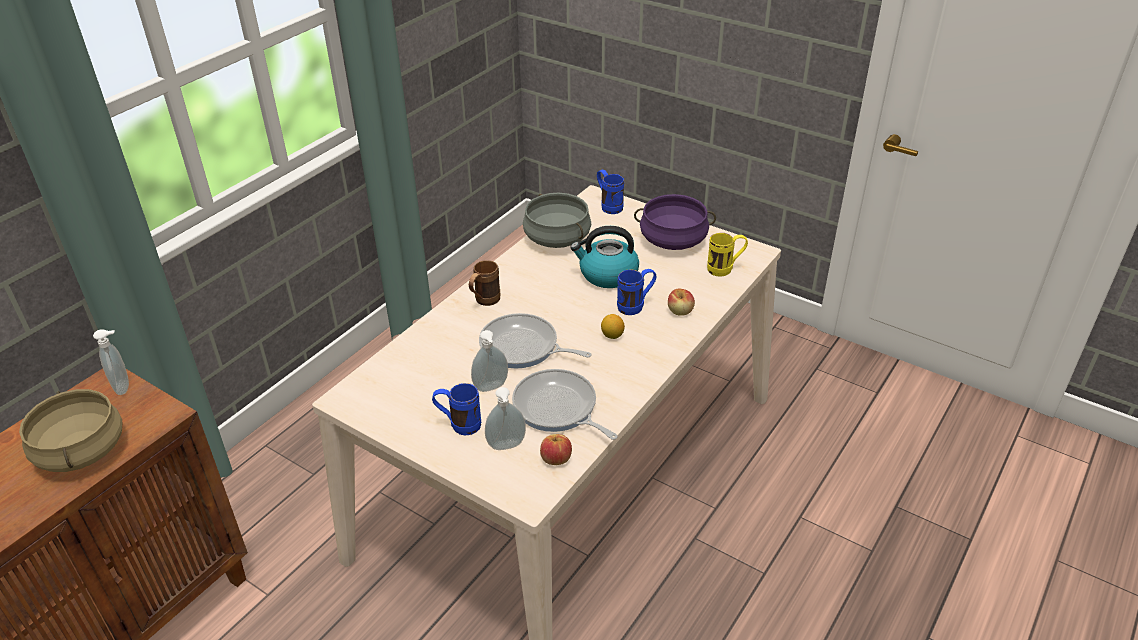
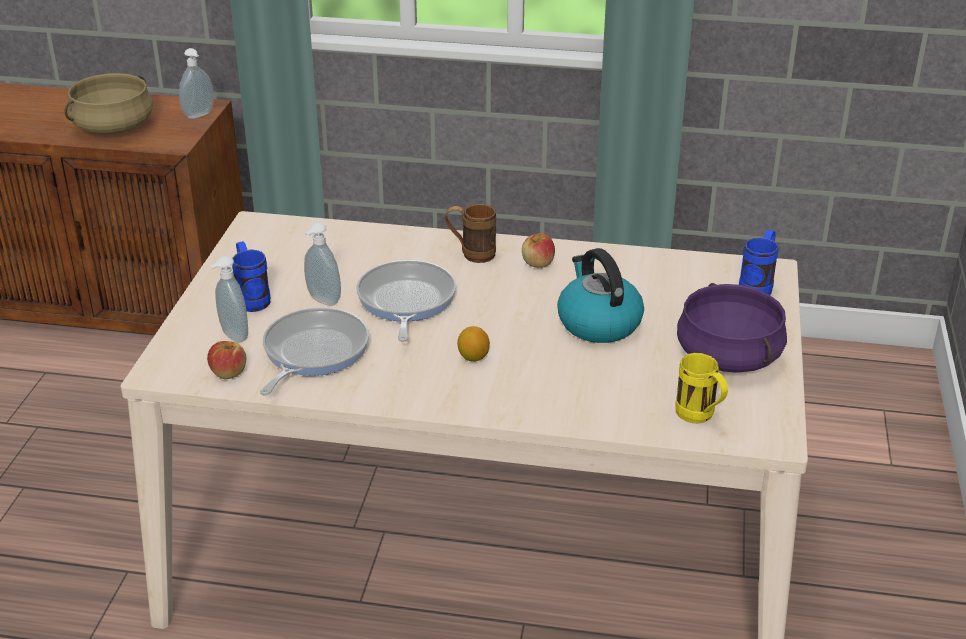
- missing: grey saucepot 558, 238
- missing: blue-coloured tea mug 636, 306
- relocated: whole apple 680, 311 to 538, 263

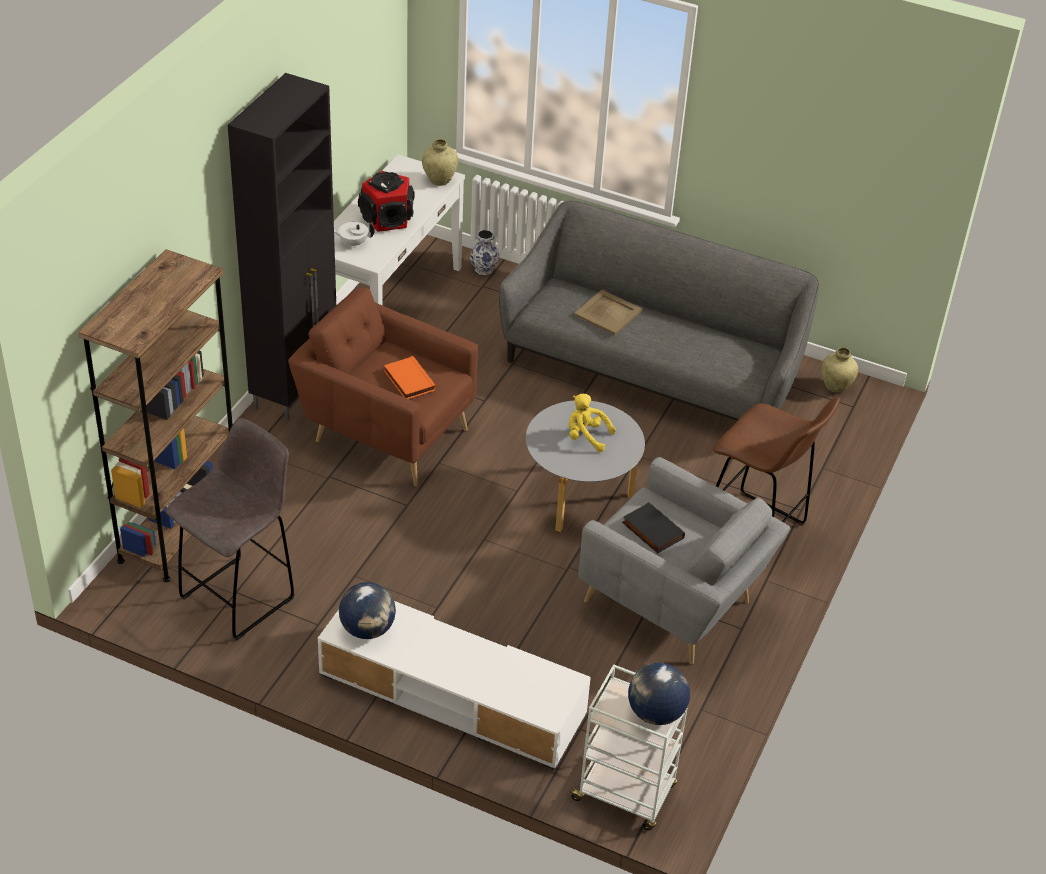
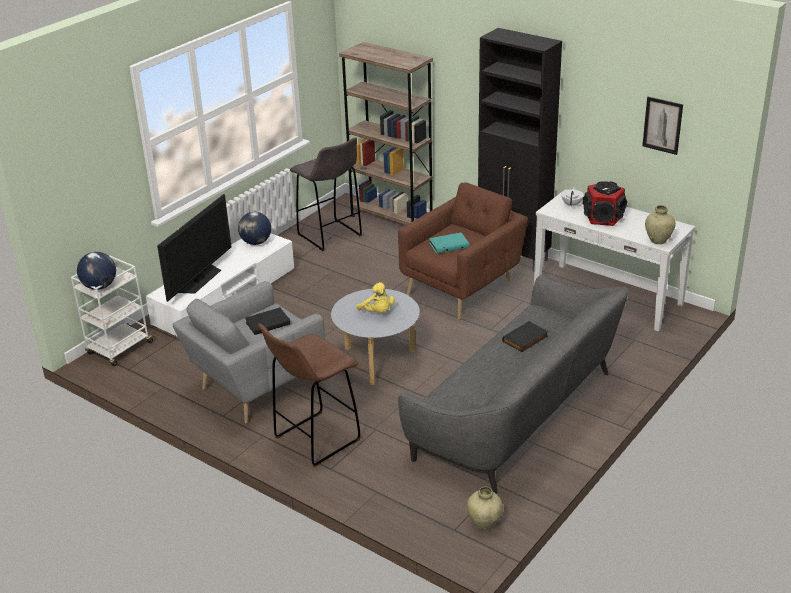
- colour: orangey book 408, 381 to turquoise-coloured book 448, 244
- missing: vase 484, 269
- spun: yellowish soft toy 586, 436 = 377, 312 105 degrees clockwise
- exchanged: sand-coloured serving tray 608, 312 to blackish book 525, 339
- appeared: television 199, 279
- appeared: wall picture 662, 125

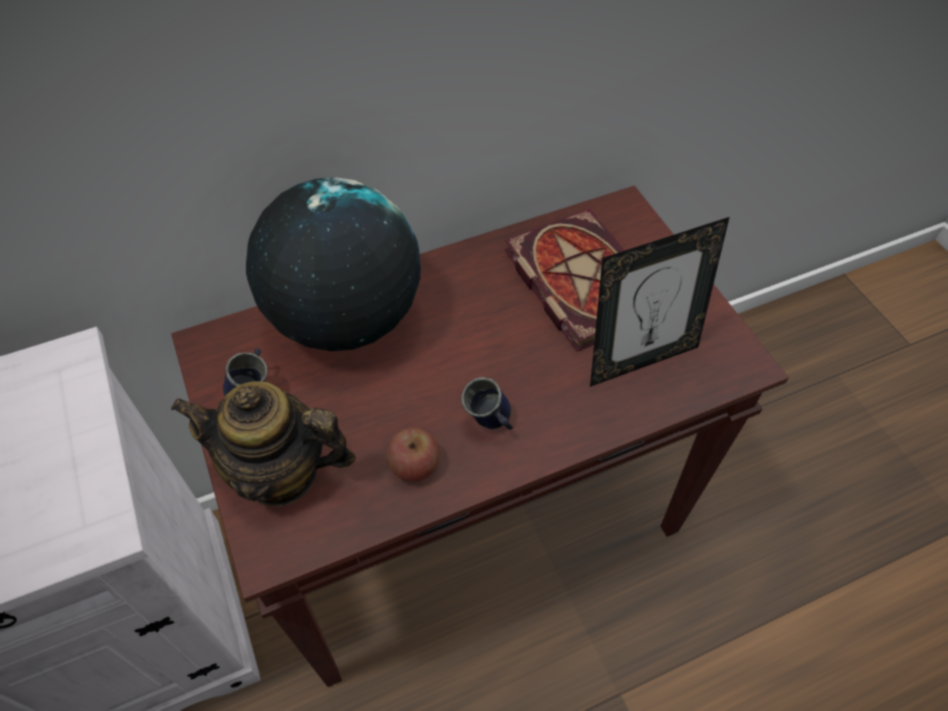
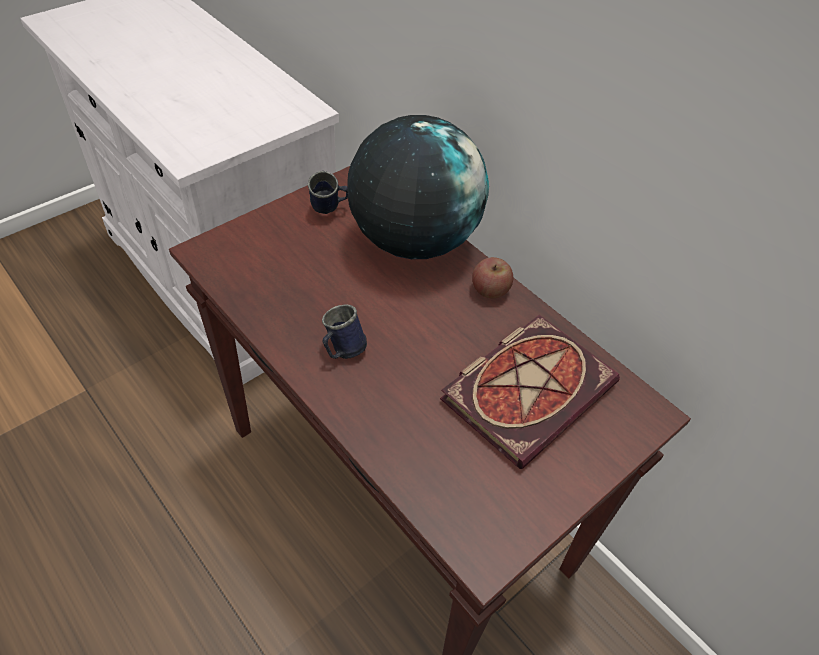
- missing: teapot 280, 473
- relocated: whole apple 414, 465 to 490, 290
- missing: photo frame 639, 358

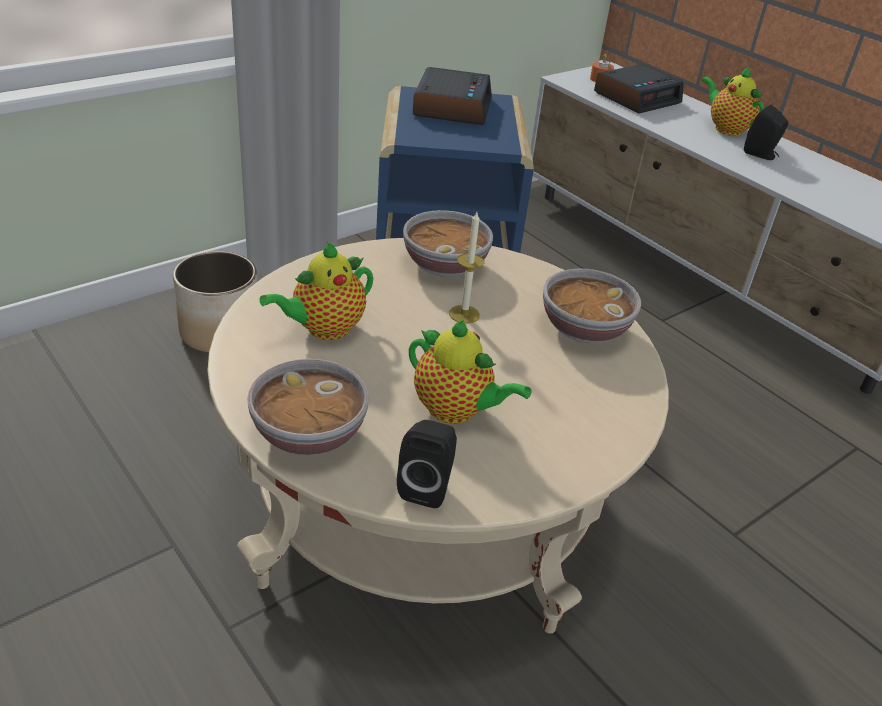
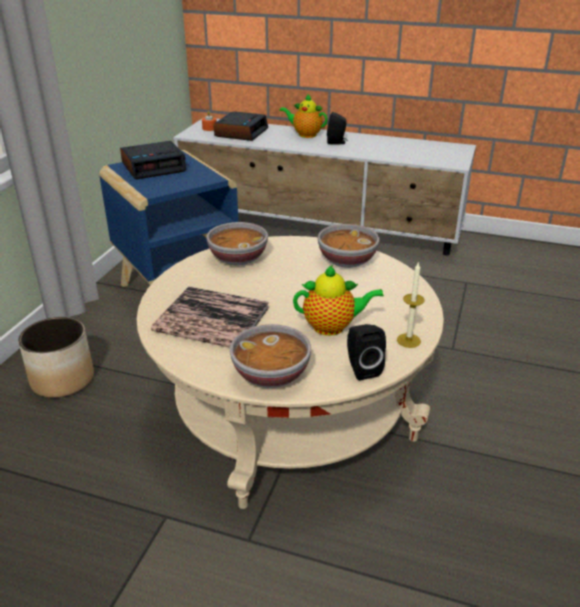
- exchanged: teapot 324, 329 to book 212, 319
- spun: table clock 451, 106 = 154, 167 90 degrees clockwise
- relocated: wax light 464, 314 to 408, 340

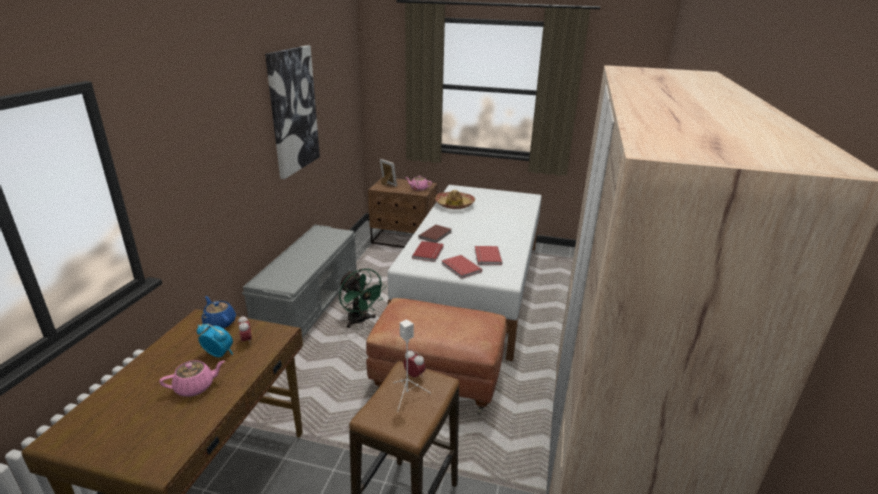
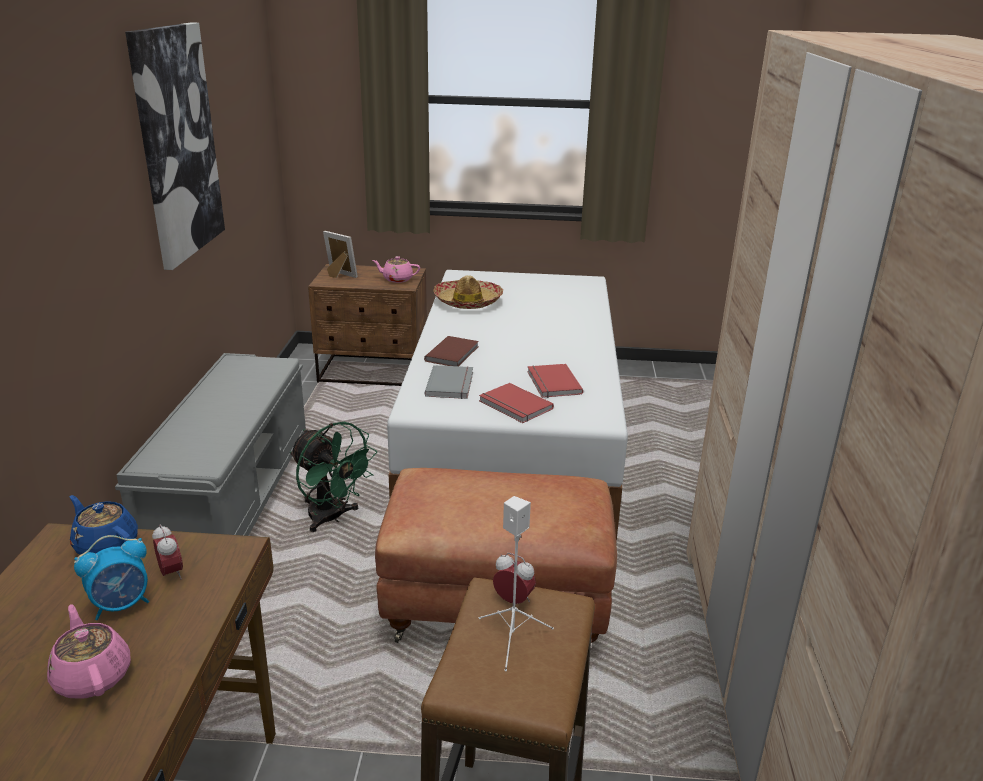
- spun: pinkish teapot 195, 387 = 92, 676 90 degrees counterclockwise
- spun: table clock 219, 354 = 122, 605 135 degrees clockwise
- colour: reddish book 429, 252 to grey book 451, 384

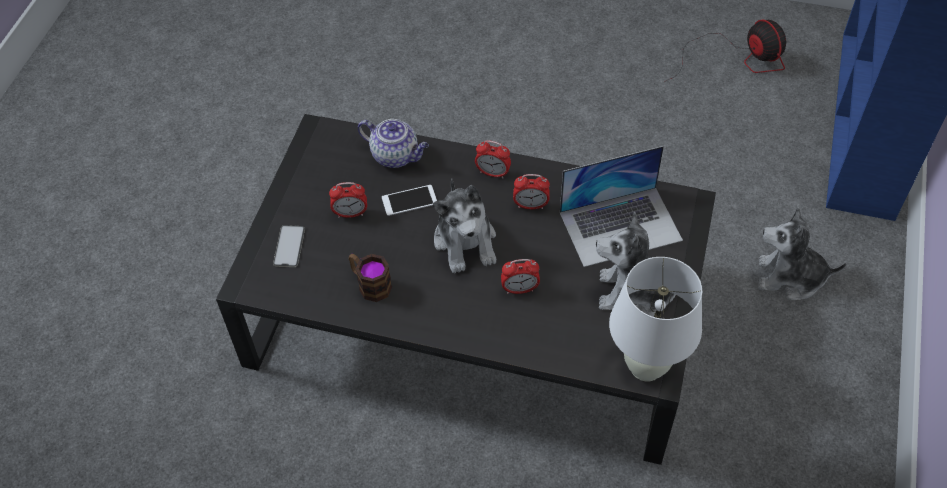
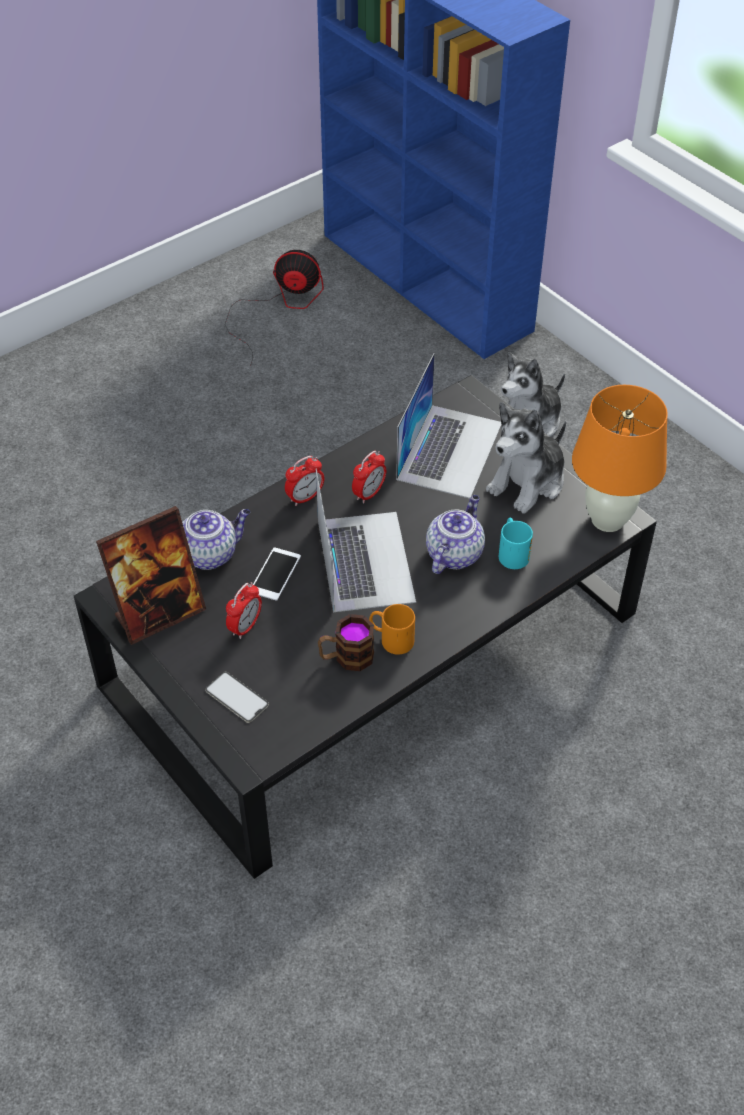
- exchanged: soft toy 466, 241 to laptop 365, 560
- exchanged: table clock 520, 289 to teapot 454, 553
- colour: whitish tabletop lamp 645, 368 to orangey tabletop lamp 607, 520
- appeared: photo frame 159, 614
- appeared: orangey tea mug 391, 639
- appeared: turquoise-coloured tea mug 511, 552

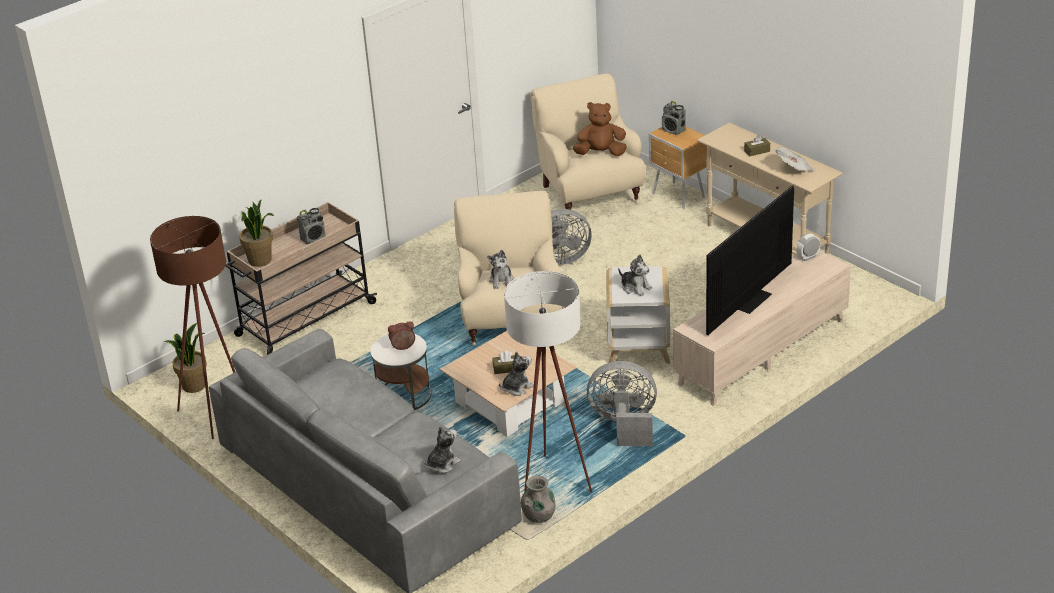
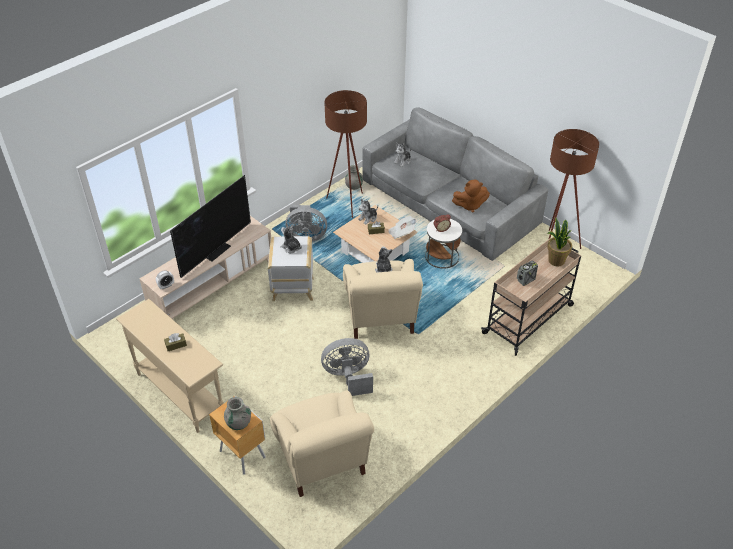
- missing: plant in a pot 194, 385
- colour: whitish standard lamp 552, 477 to brown-coloured standard lamp 347, 206
- relocated: brown-coloured soft toy 600, 153 to 470, 205
- exchanged: radio 673, 130 to grey vase 238, 423
- relocated: daily paper 794, 169 to 402, 232

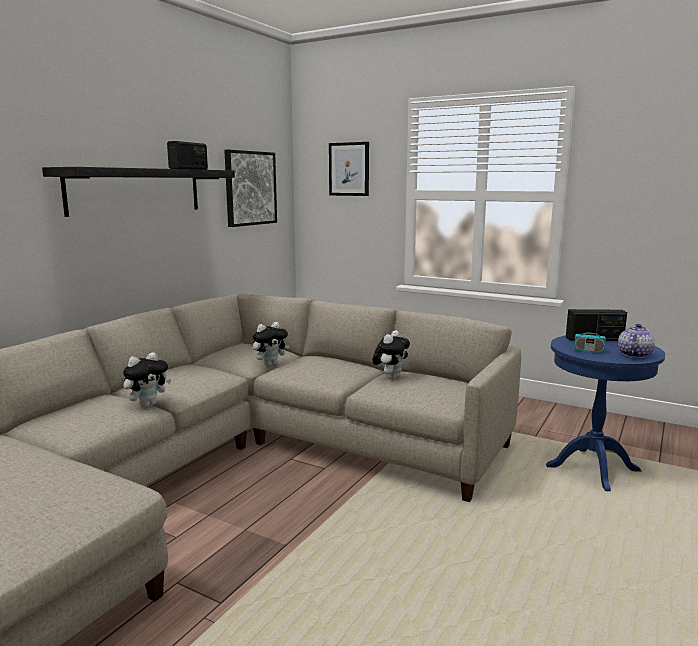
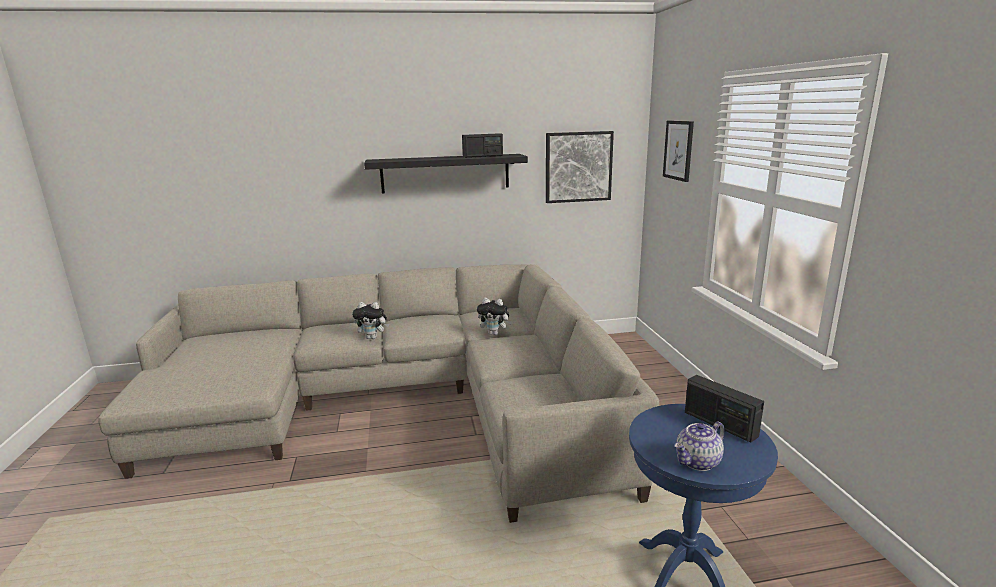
- missing: soft toy 390, 377
- missing: radio 588, 350
- spun: teapot 634, 354 = 698, 462 150 degrees clockwise

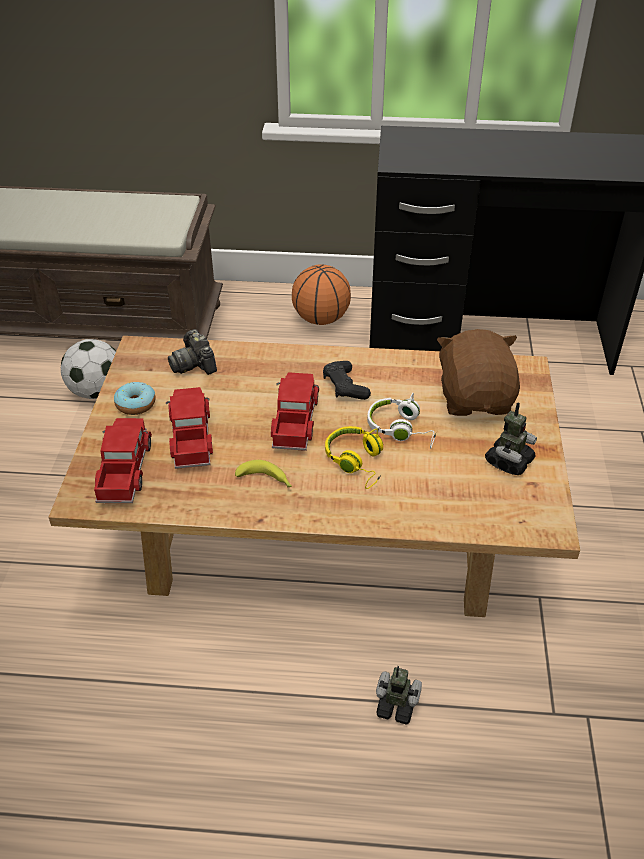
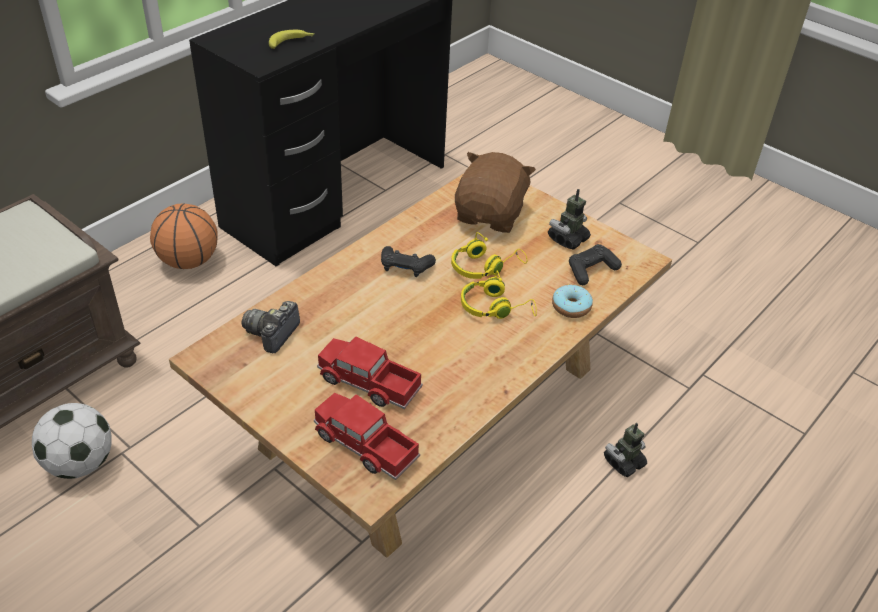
- relocated: donut 136, 404 to 571, 307
- spun: photo camera 194, 364 = 273, 333 105 degrees clockwise
- relocated: whole banana 266, 480 to 291, 43
- missing: toy truck 295, 421
- colour: whitish headphones 401, 429 to yellowish headphones 484, 266
- spun: brown-coloured soft toy 475, 398 = 490, 215 75 degrees clockwise
- spun: robot figure 508, 461 = 568, 239 120 degrees counterclockwise
- appeared: blackish gamepad 591, 270

